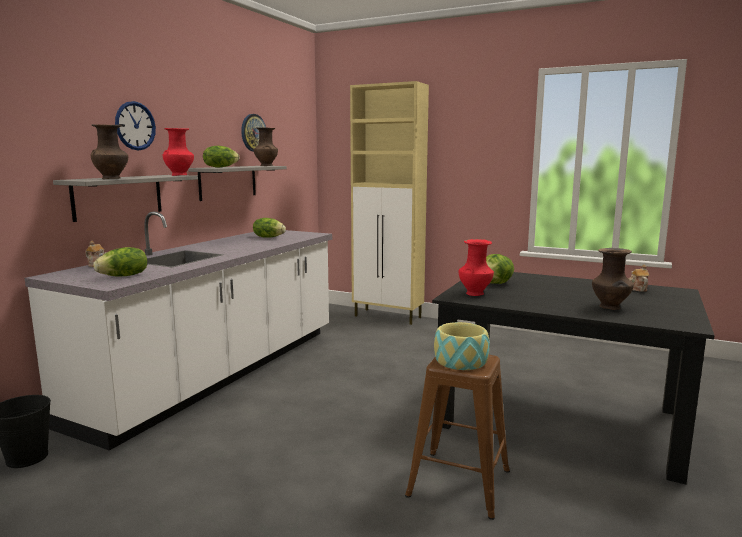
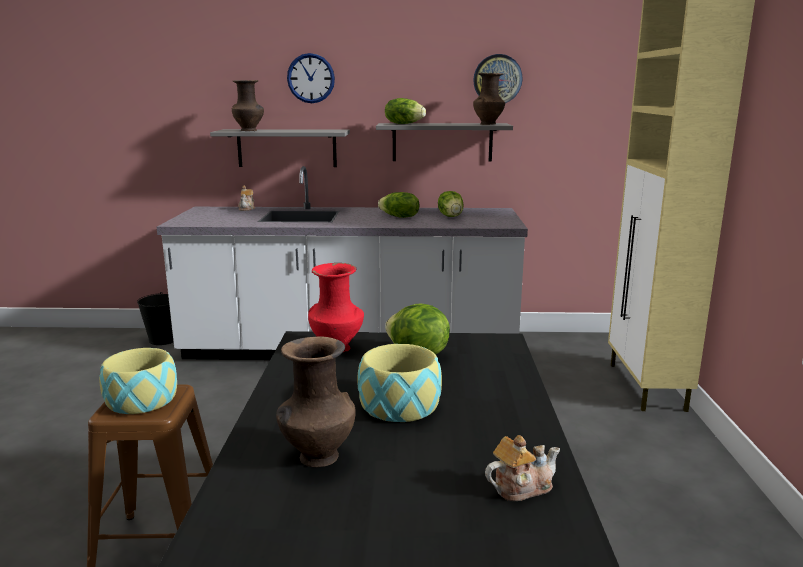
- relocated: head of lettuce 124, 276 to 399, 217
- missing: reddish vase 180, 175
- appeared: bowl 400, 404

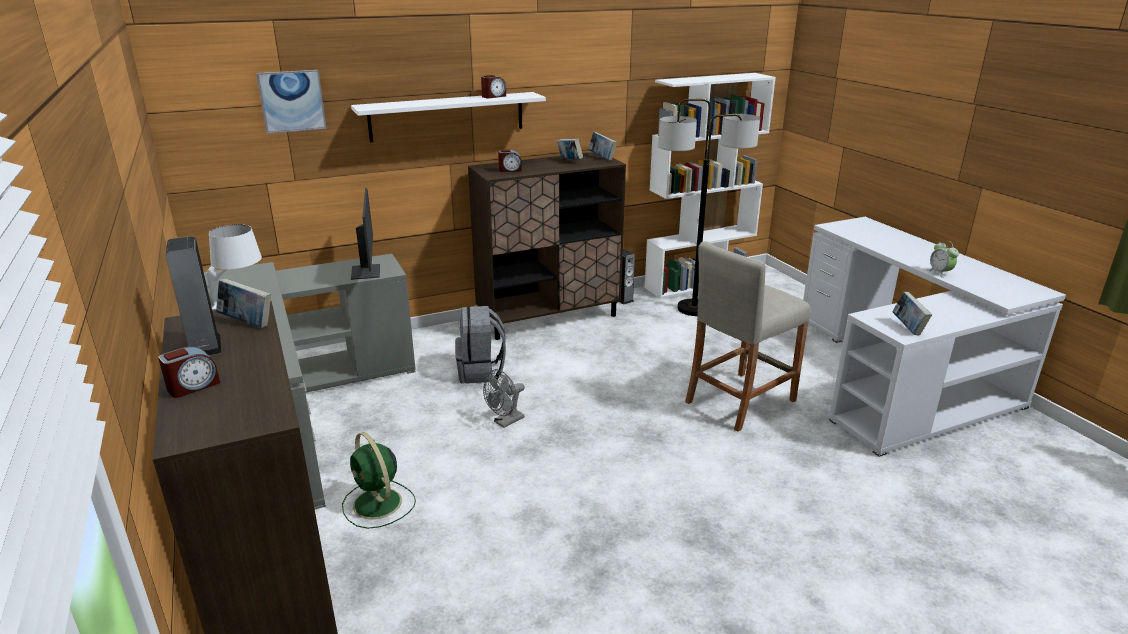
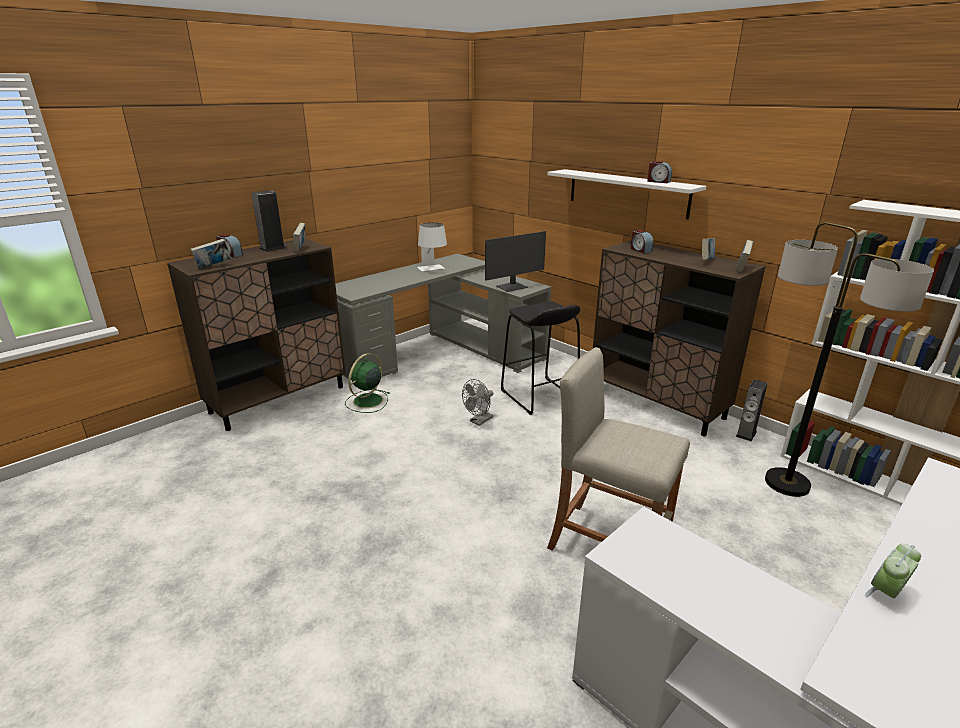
- missing: wall picture 292, 101
- exchanged: grey backpack 481, 372 to blackish sitting stool 539, 396
- spun: grey cooling fan 505, 422 = 479, 421 75 degrees counterclockwise
- relocated: book 908, 328 to 213, 266

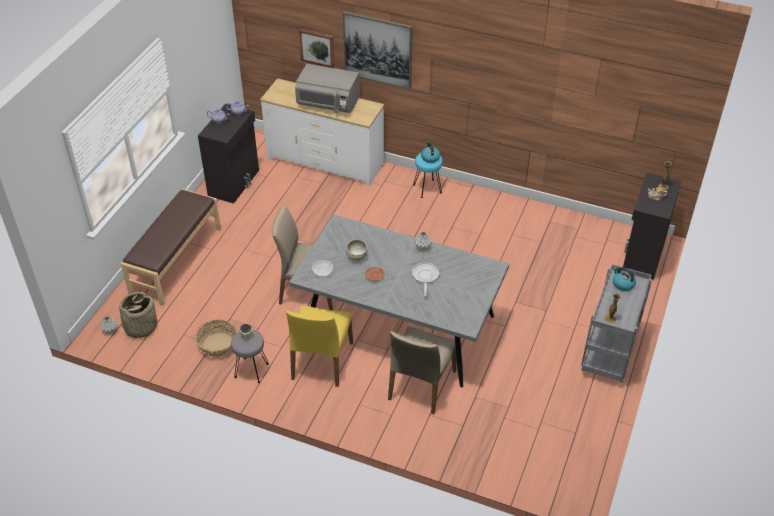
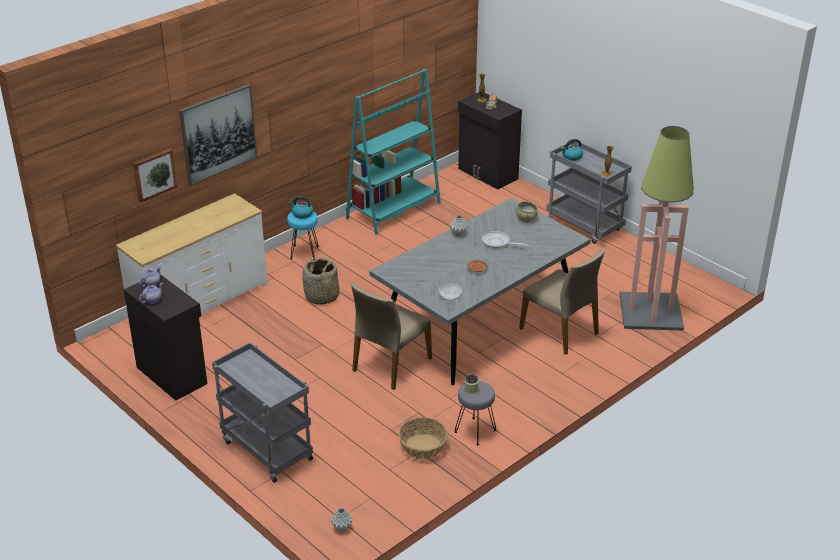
- relocated: household basket 140, 327 to 321, 297
- exchanged: brown-coloured bench 175, 260 to grey trolley 265, 450
- missing: yellowish upright chair 321, 361
- missing: grey kitchen microwave 328, 104
- relocated: sand-coloured bowl 356, 256 to 526, 218
- appeared: turquoise-coloured bookshelf 393, 210
- appeared: standard lamp 651, 311

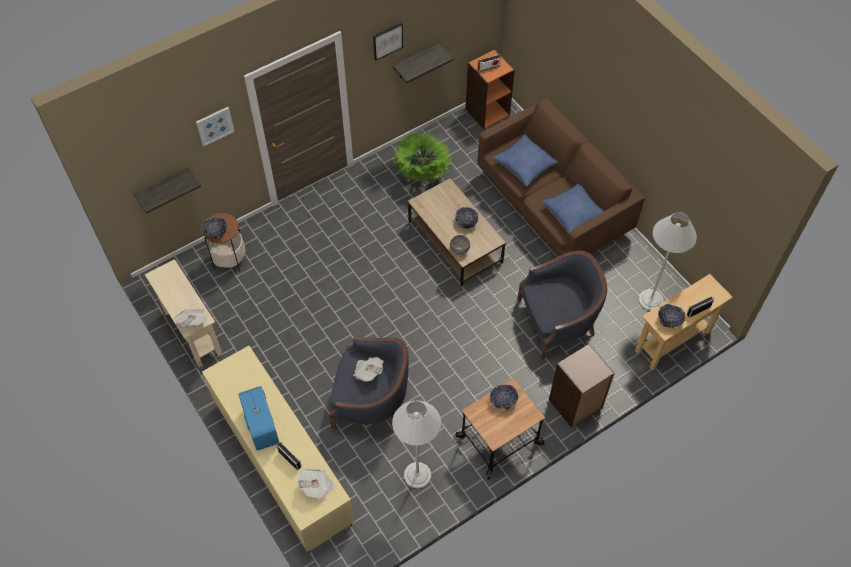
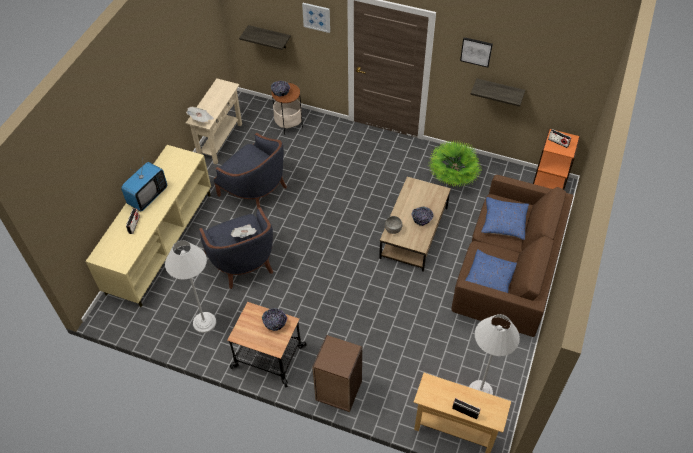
- missing: daily paper 317, 486
- relocated: blue-coloured easy chair 557, 322 to 255, 189
- missing: bowl 669, 320

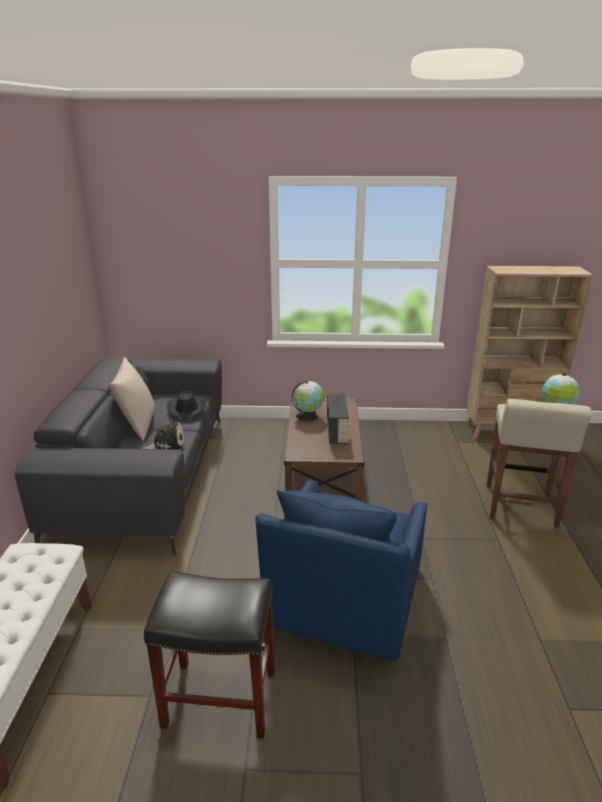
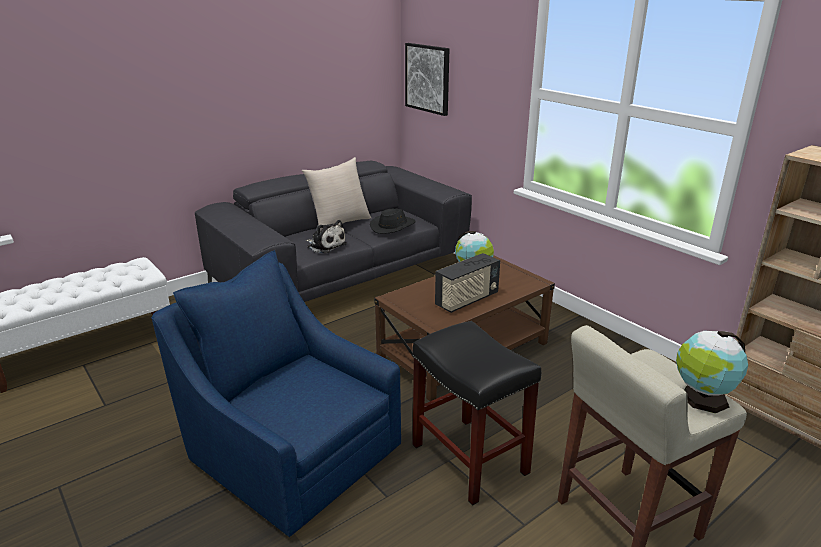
- relocated: blackish sitting stool 221, 697 to 471, 459
- spun: blue-coloured easy chair 344, 602 = 290, 450 60 degrees clockwise
- appeared: wall picture 427, 78

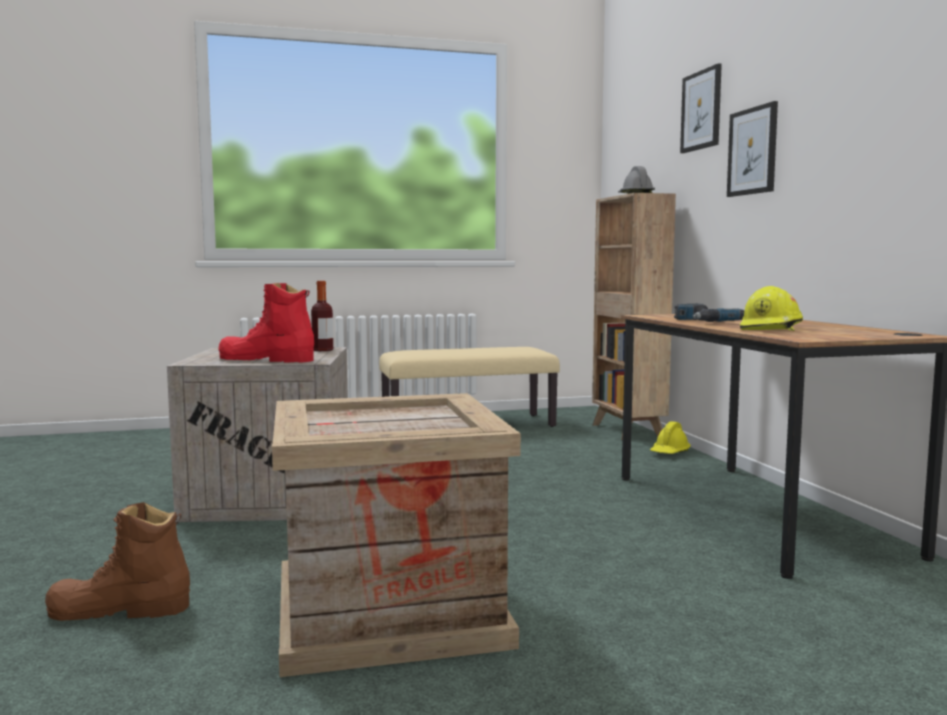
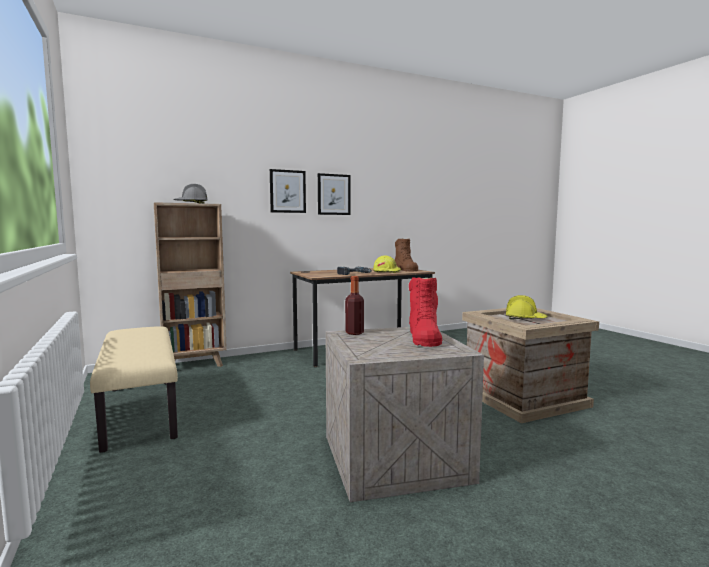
- relocated: brown-coloured boot 119, 610 to 405, 270
- relocated: yellowish safety helmet 669, 452 to 525, 319
- relocated: wall picture 701, 110 to 333, 194

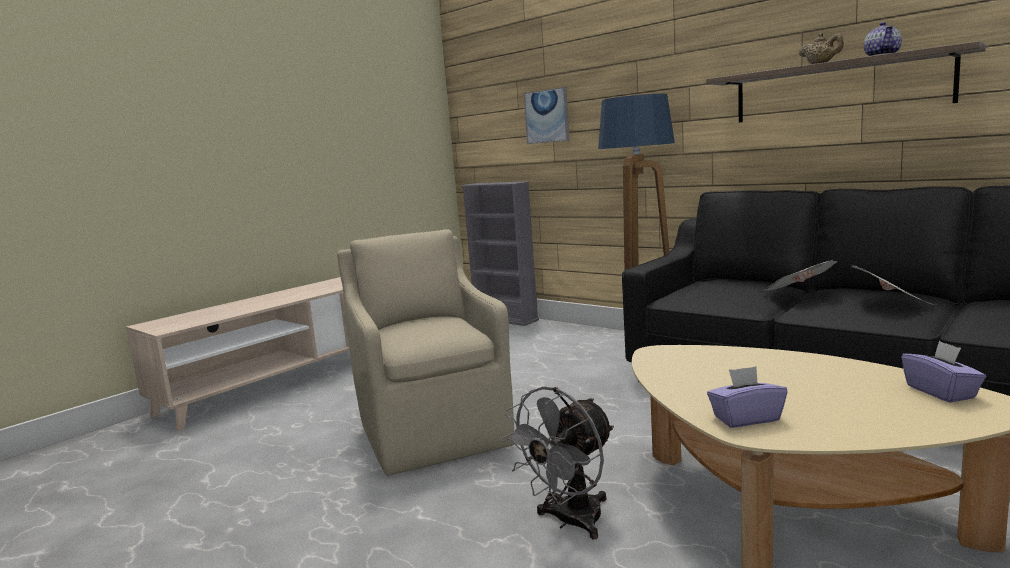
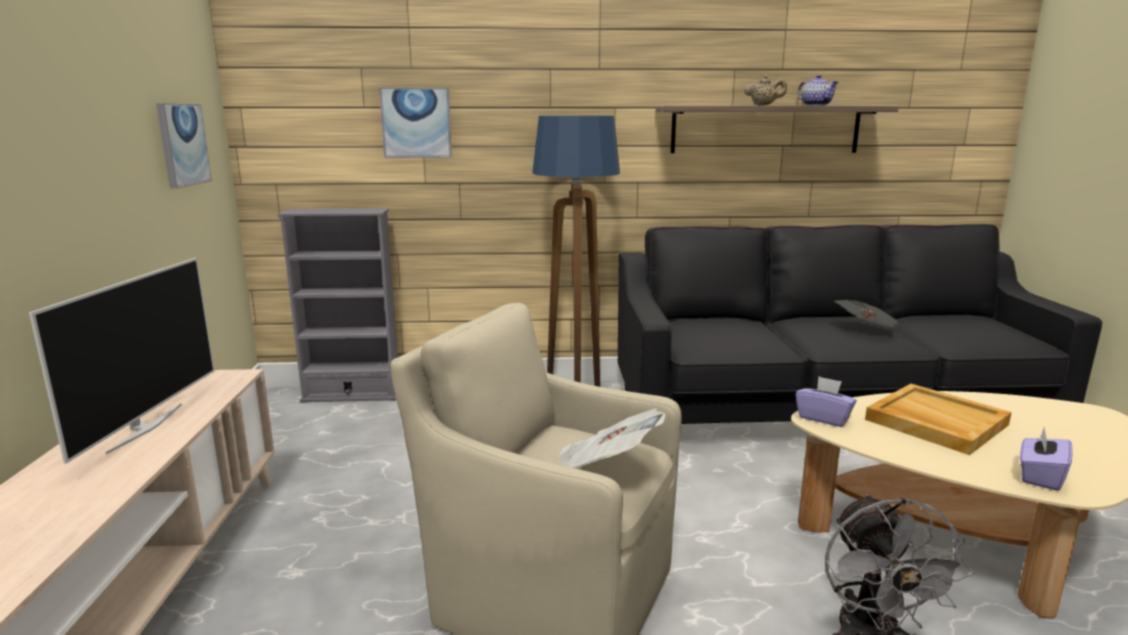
- relocated: daily paper 798, 294 to 605, 467
- relocated: purple-coloured tissue holder 941, 392 to 823, 418
- appeared: television 144, 427
- appeared: wall picture 183, 144
- appeared: sand-coloured serving tray 934, 422

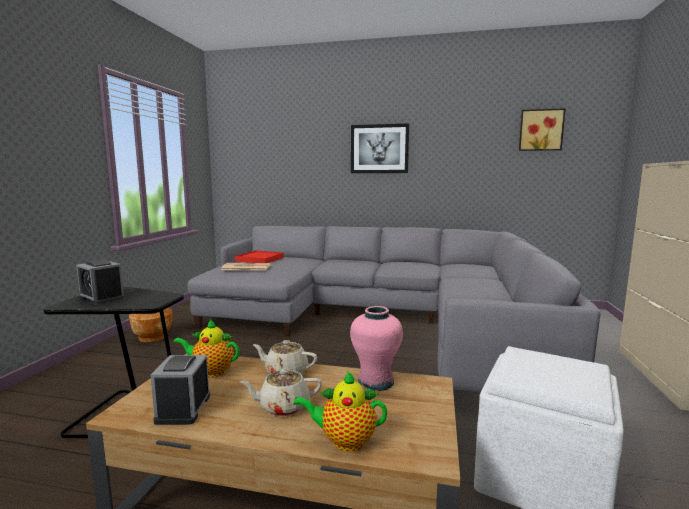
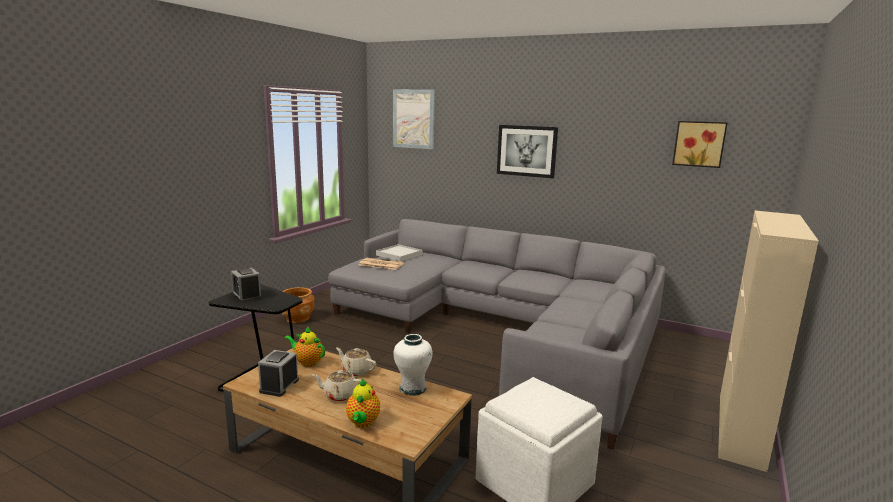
- colour: reddish serving tray 260, 259 to whitish serving tray 399, 255
- spun: teapot 344, 441 = 362, 423 105 degrees counterclockwise
- colour: pinkish vase 376, 382 to whitish vase 413, 388
- appeared: wall picture 413, 119

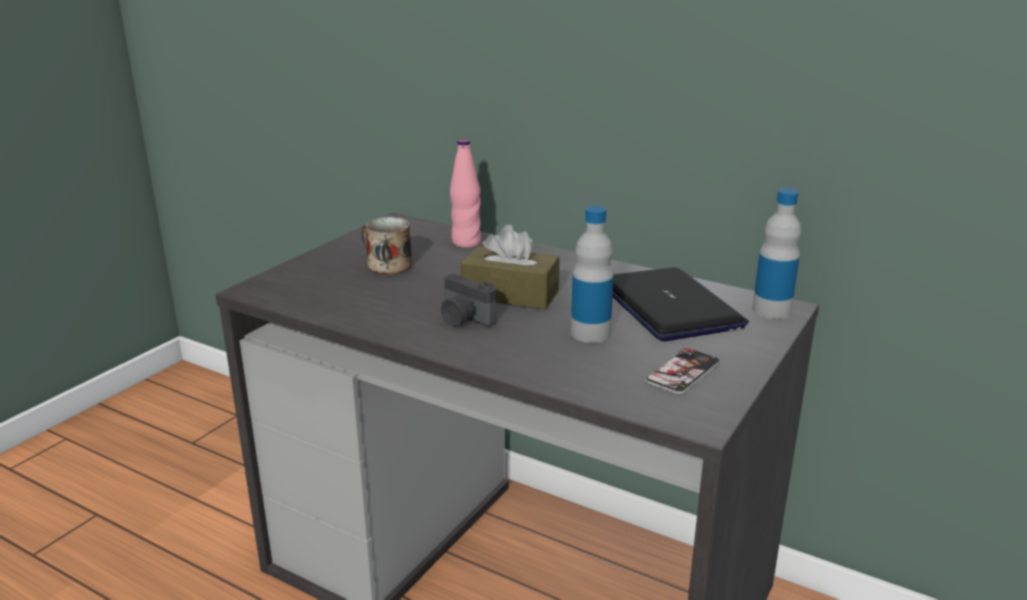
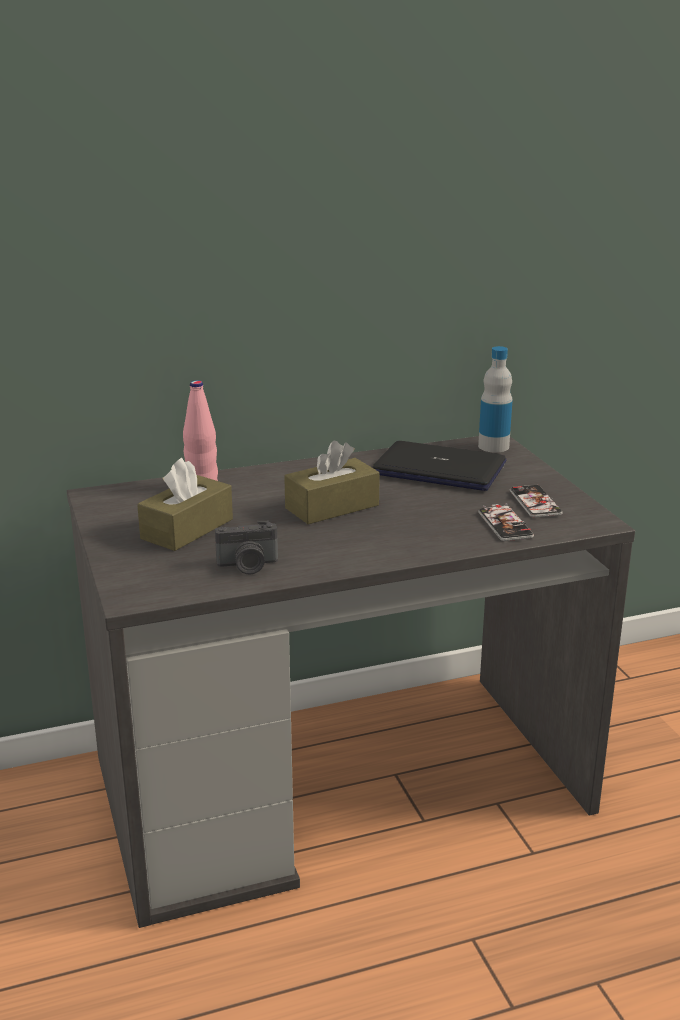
- exchanged: tea mug 387, 264 to brown-coloured tissue holder 187, 529
- relocated: photo camera 464, 319 to 248, 565
- missing: drink bottle 590, 333
- appeared: handset 505, 525

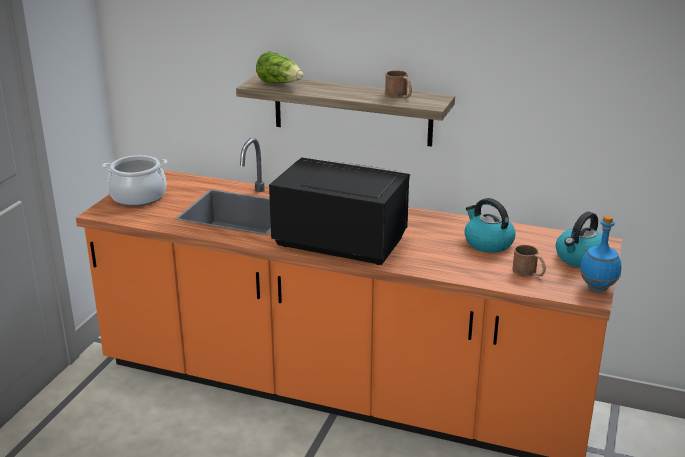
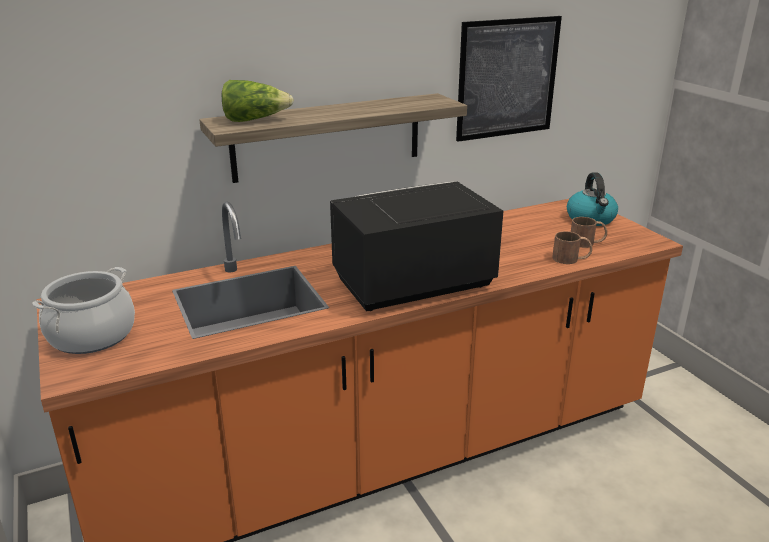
- relocated: brown-coloured tea mug 399, 96 to 571, 259
- missing: tea kettle 487, 243
- missing: blue-coloured drink bottle 598, 288
- appeared: wall picture 507, 78

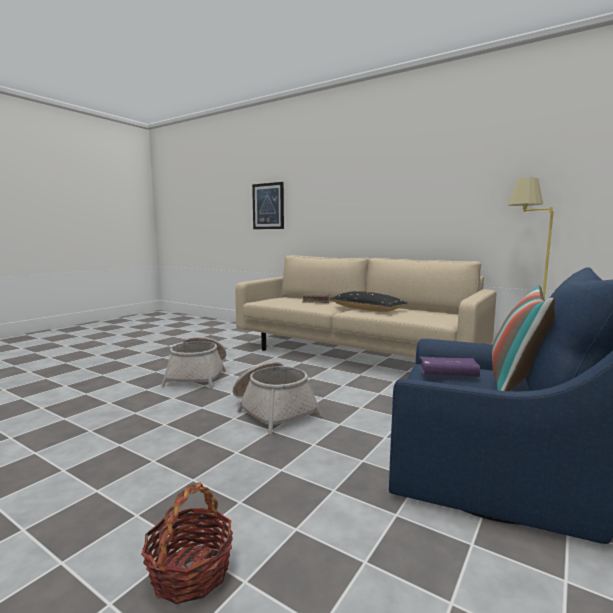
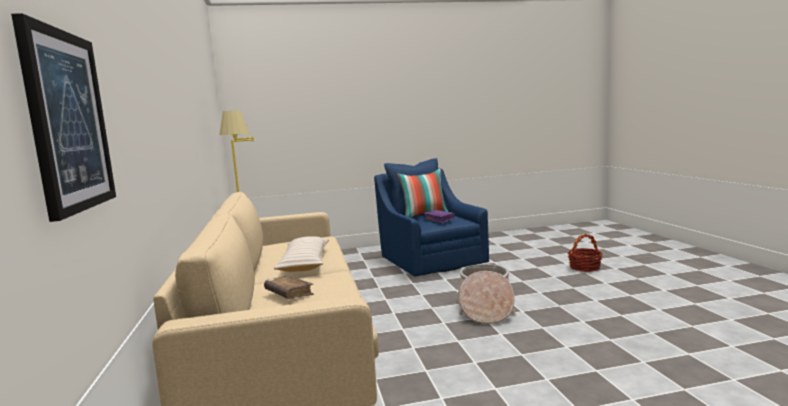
- missing: household basket 198, 375
- colour: blackish pillow 367, 309 to sand-coloured pillow 305, 263

